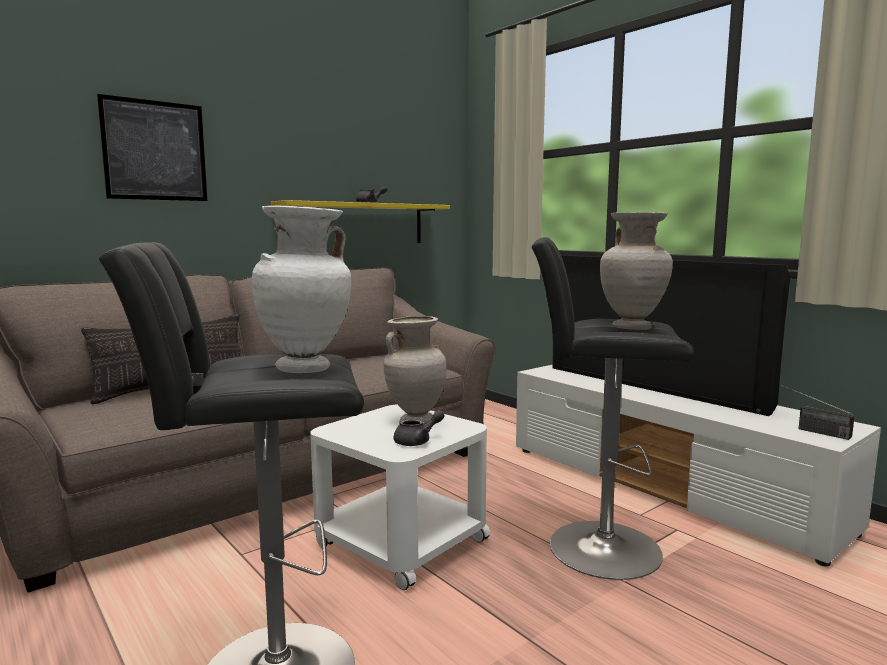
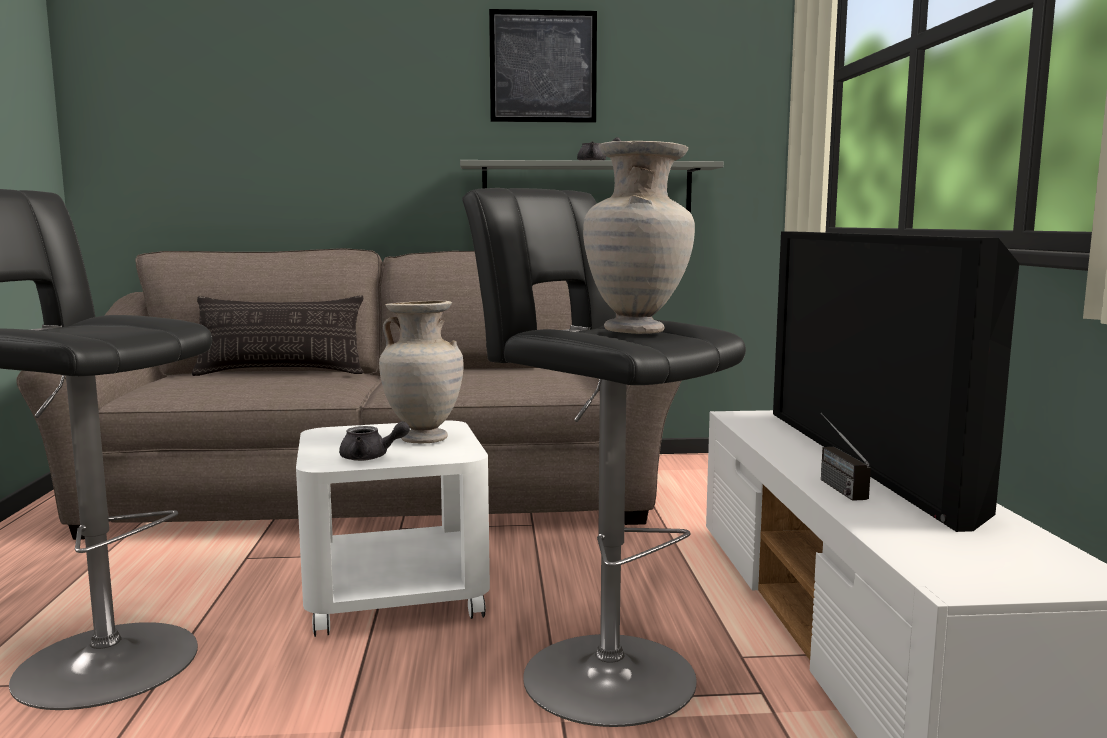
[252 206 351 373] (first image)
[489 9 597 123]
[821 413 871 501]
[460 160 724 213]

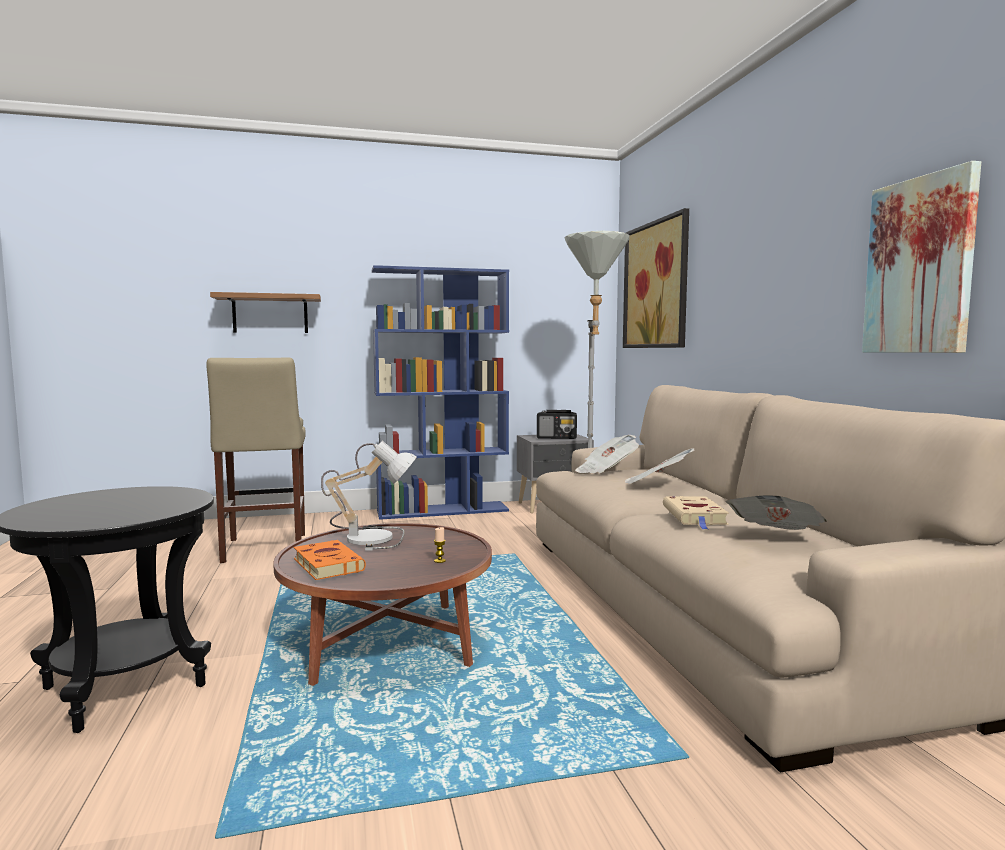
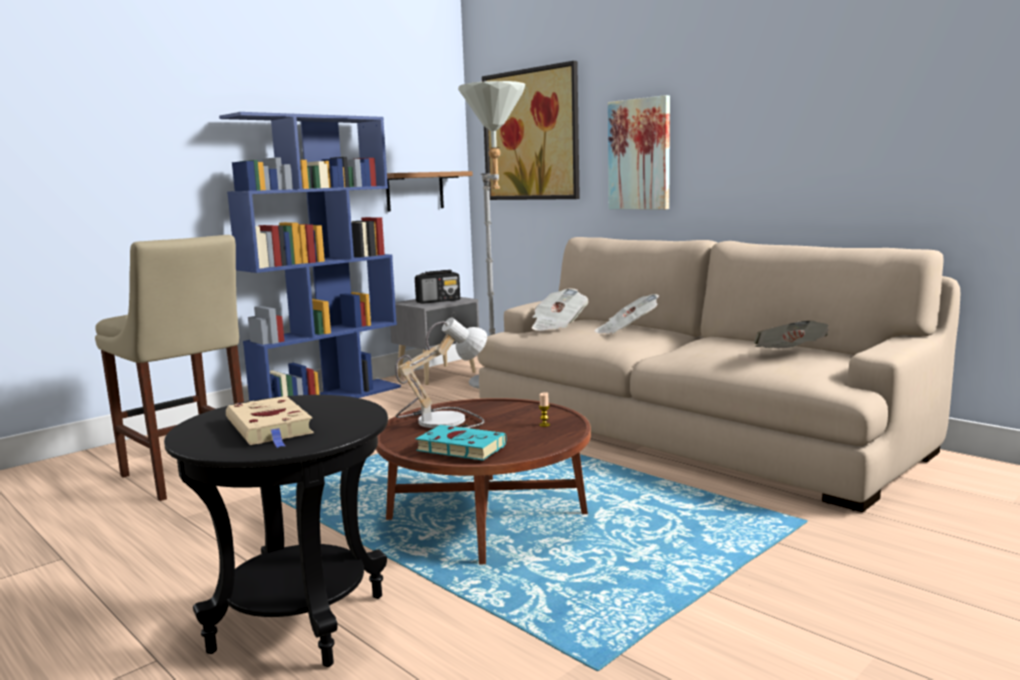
[386 171 473 212]
[226 396 314 448]
[608 95 670 209]
[415 425 506 460]

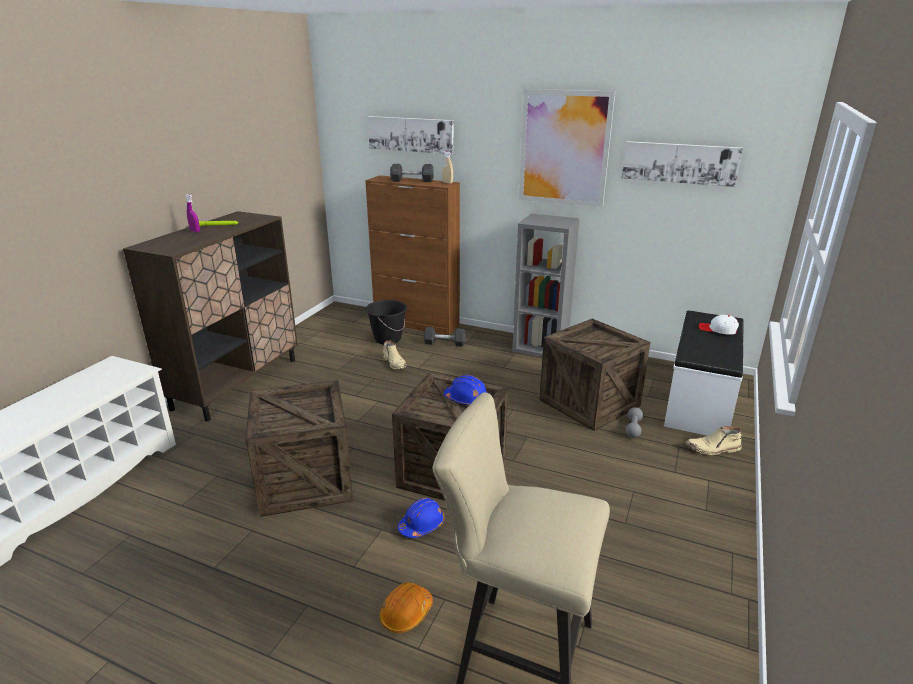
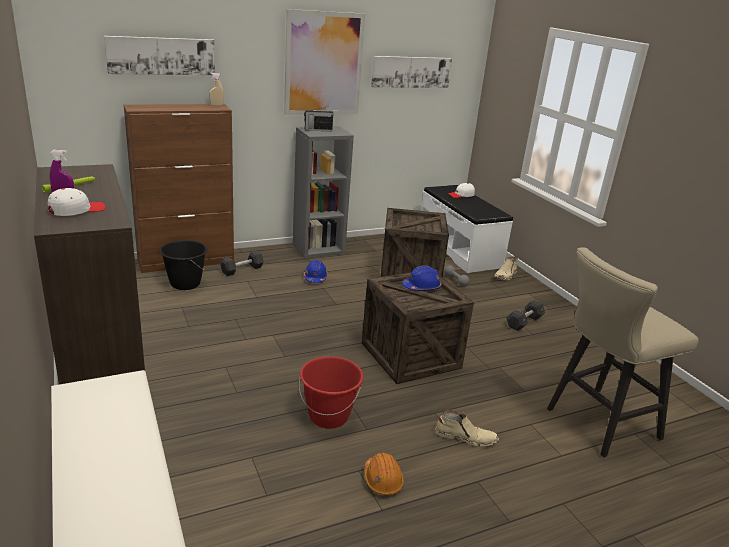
[48 188 106 216]
[304 107 333 131]
[364 453 404 495]
[435 410 499 447]
[507 300 545 331]
[304 260 328 283]
[299 356 363 429]

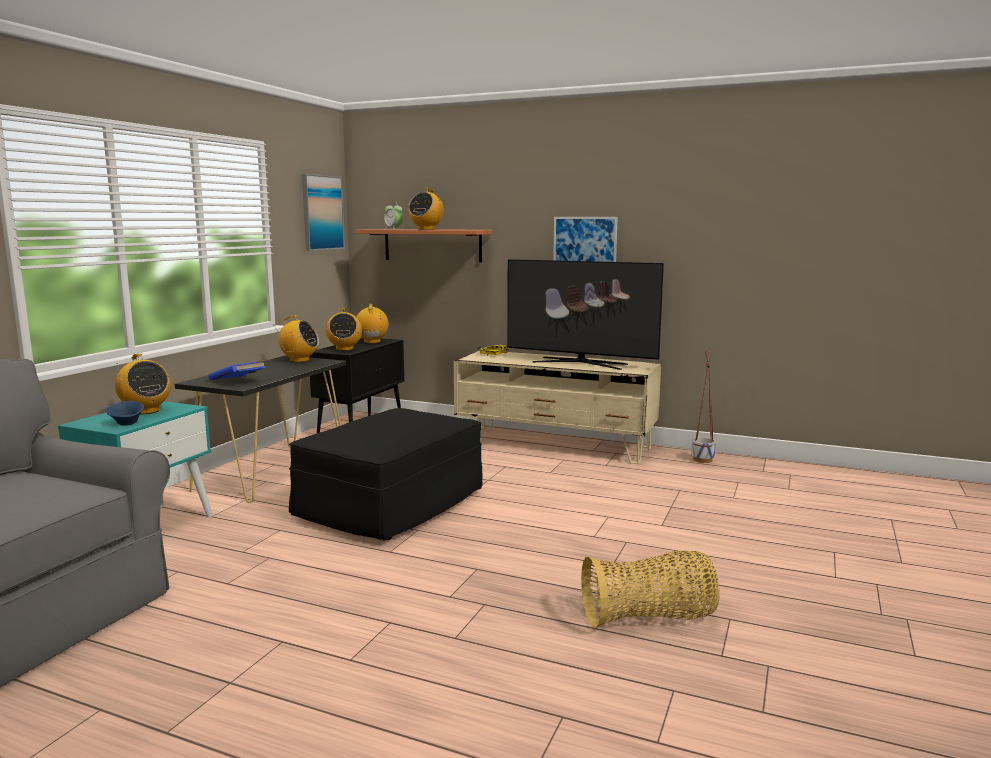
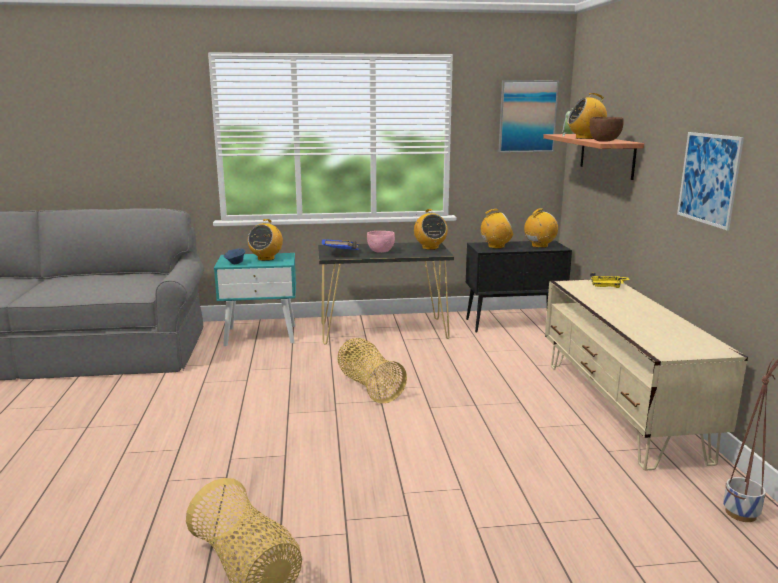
[507 259 664 370] (first image)
[367 231 395 253]
[590 117 624 142]
[338 338 407 403]
[481 209 514 249]

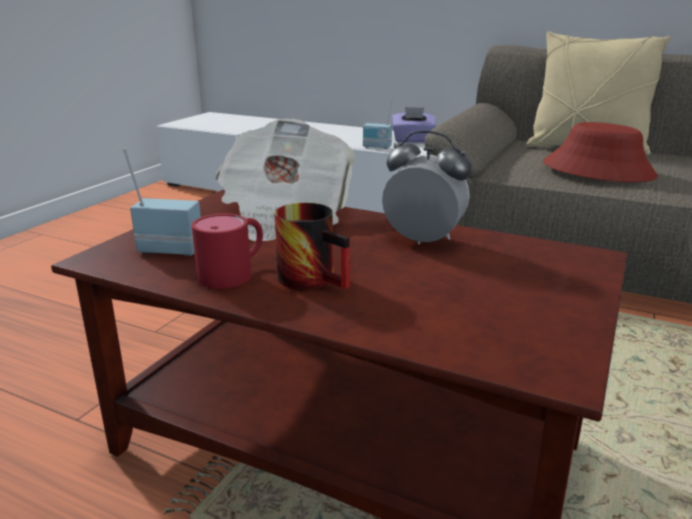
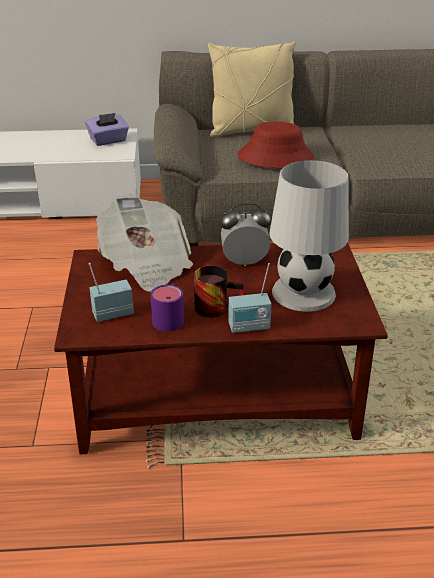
[269 160 349 312]
[228 263 272 333]
[150 283 184 331]

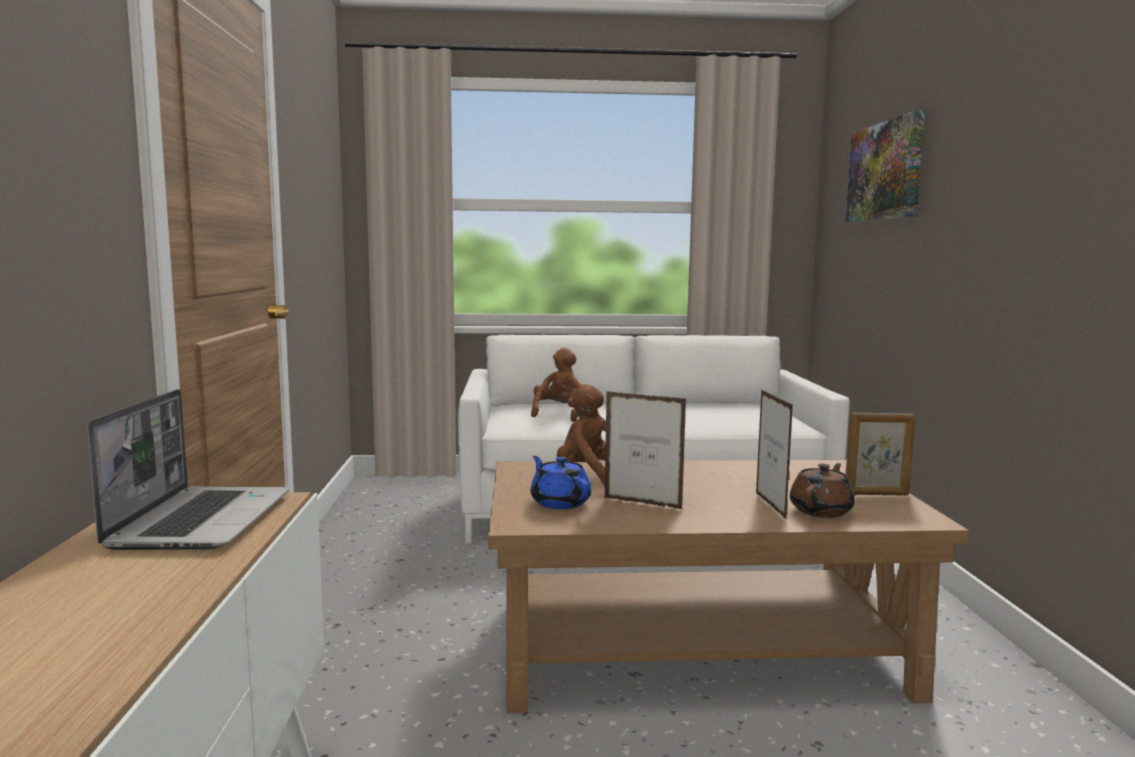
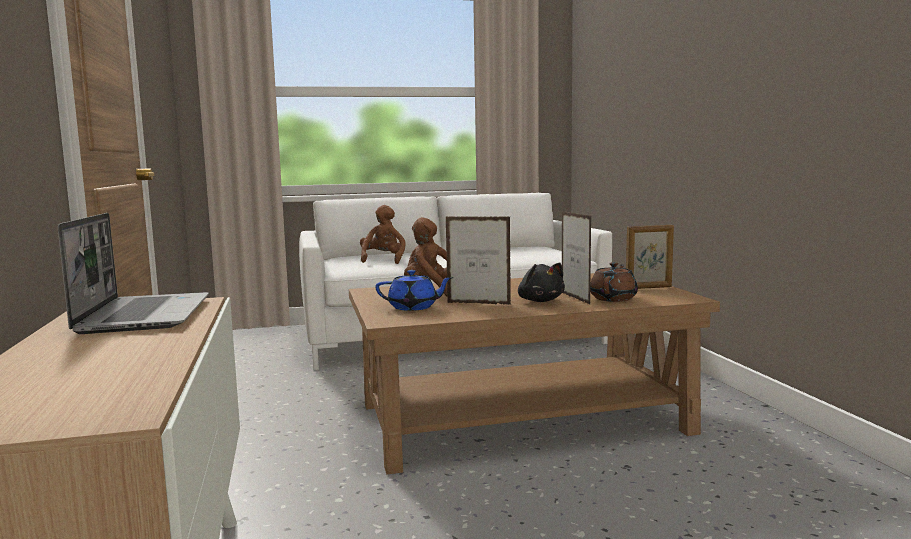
[845 110 925 222] (first image)
[518 263 565 302]
[375 270 453 311]

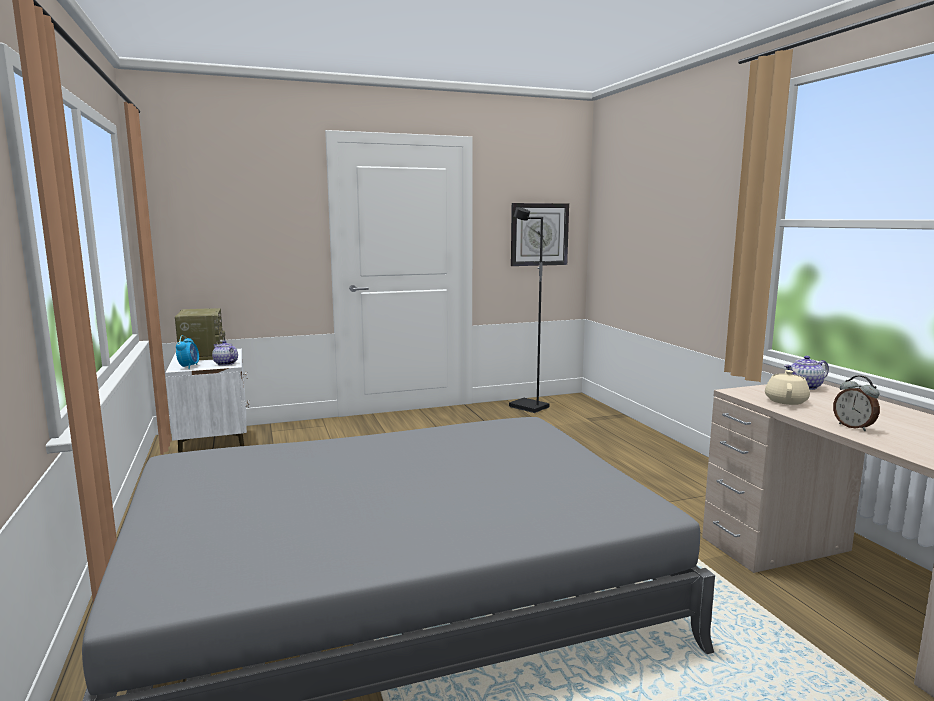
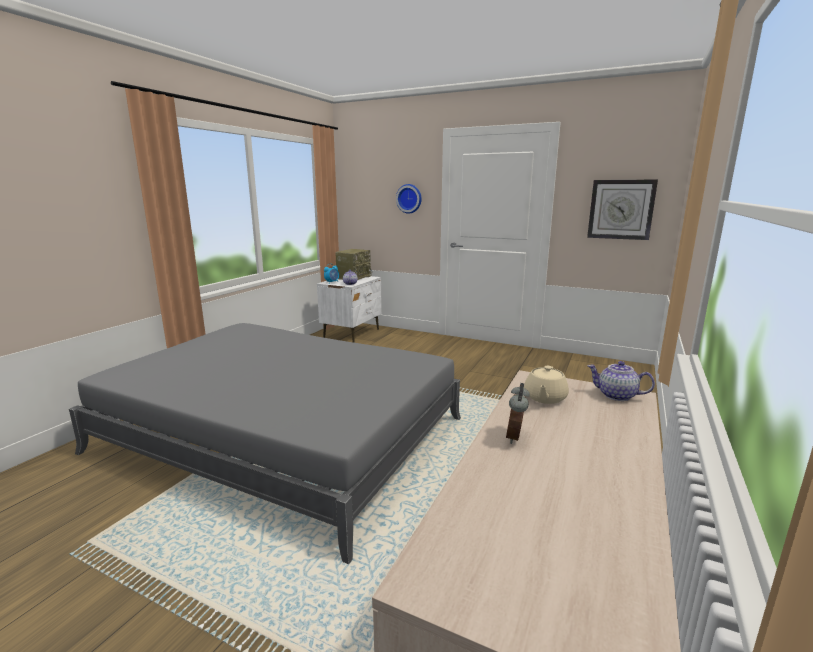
[509 207 550 413] (first image)
[396 184 422 214]
[524 366 569 404]

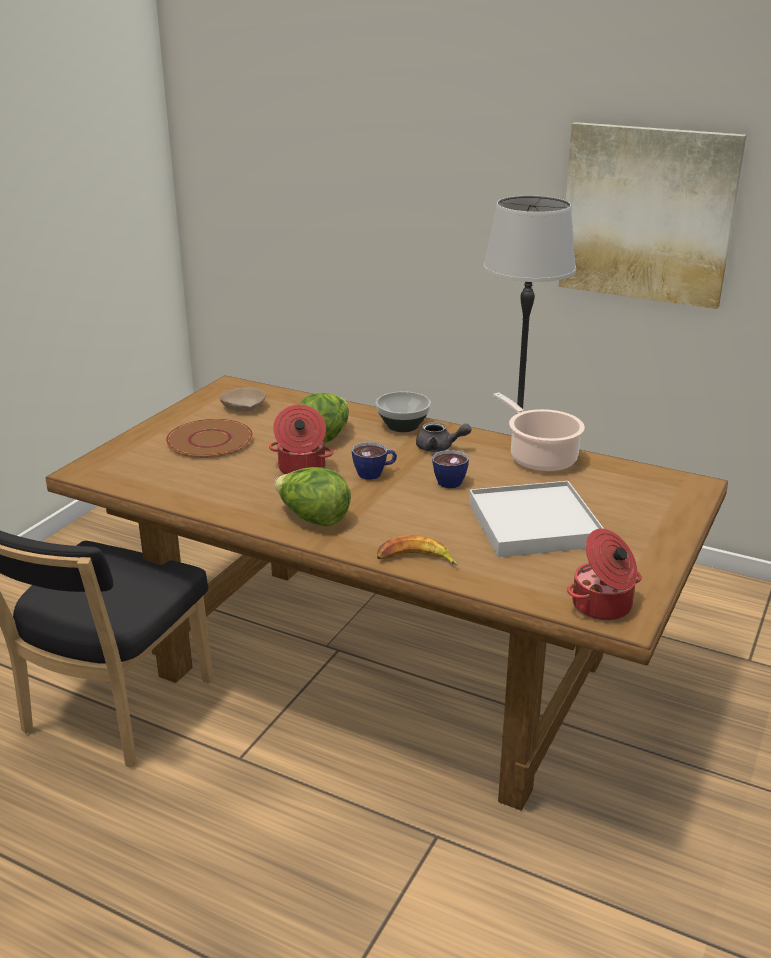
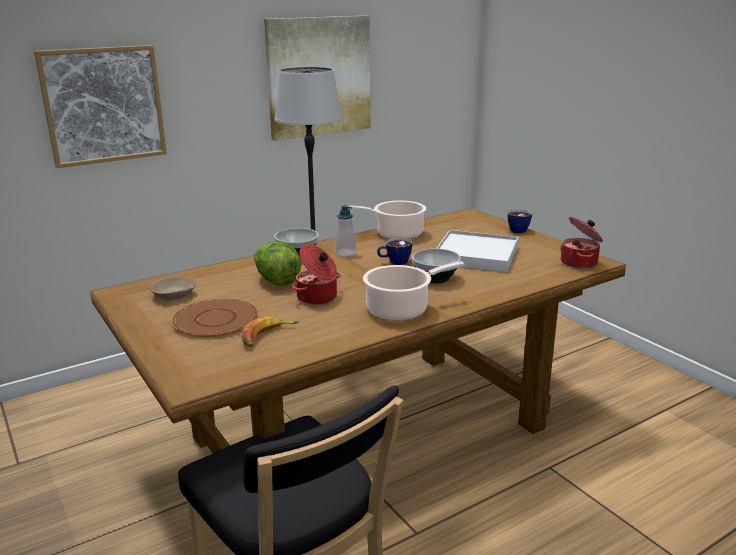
[34 45 167 168]
[412 248 461 283]
[507 210 532 233]
[242 317 299 347]
[363 261 464 321]
[335 205 356 256]

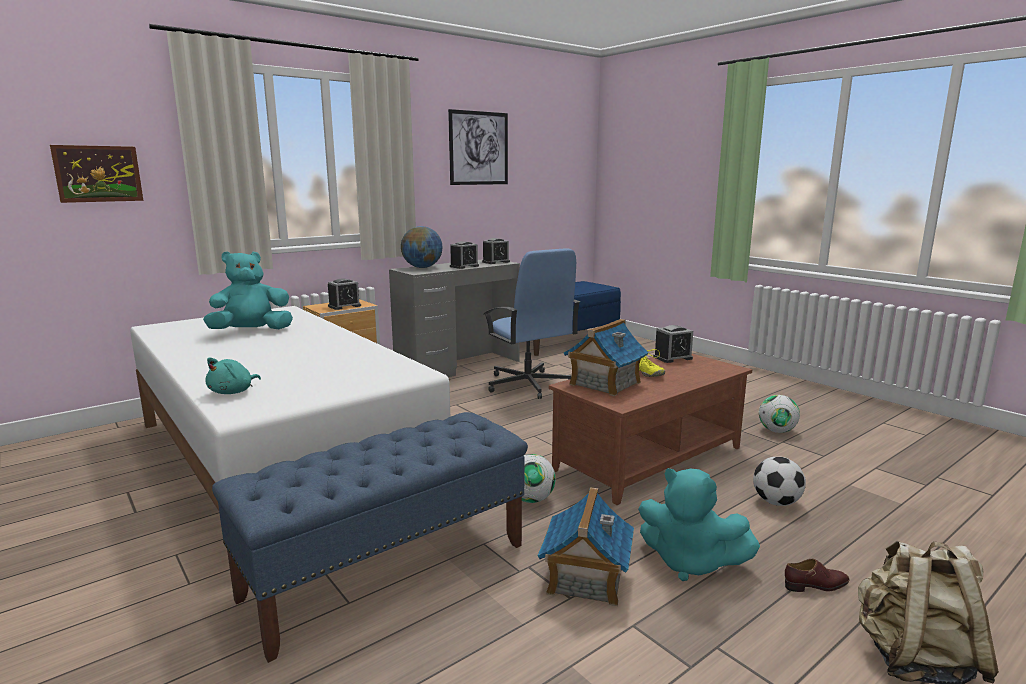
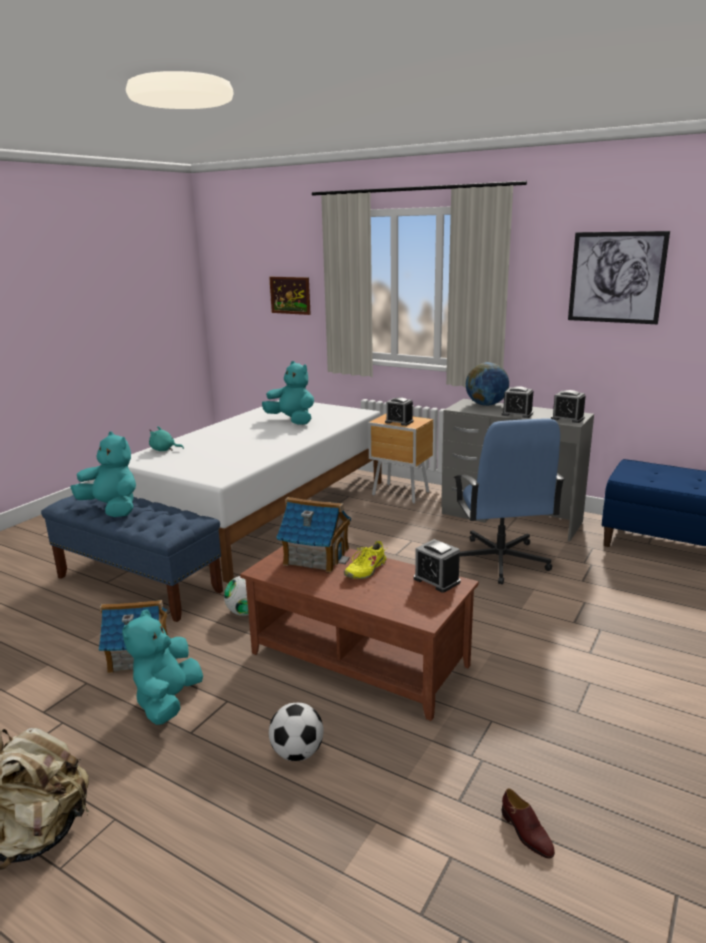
[759 395 800 433] (first image)
[70 431 136 517]
[502 788 555 859]
[454 418 565 585]

